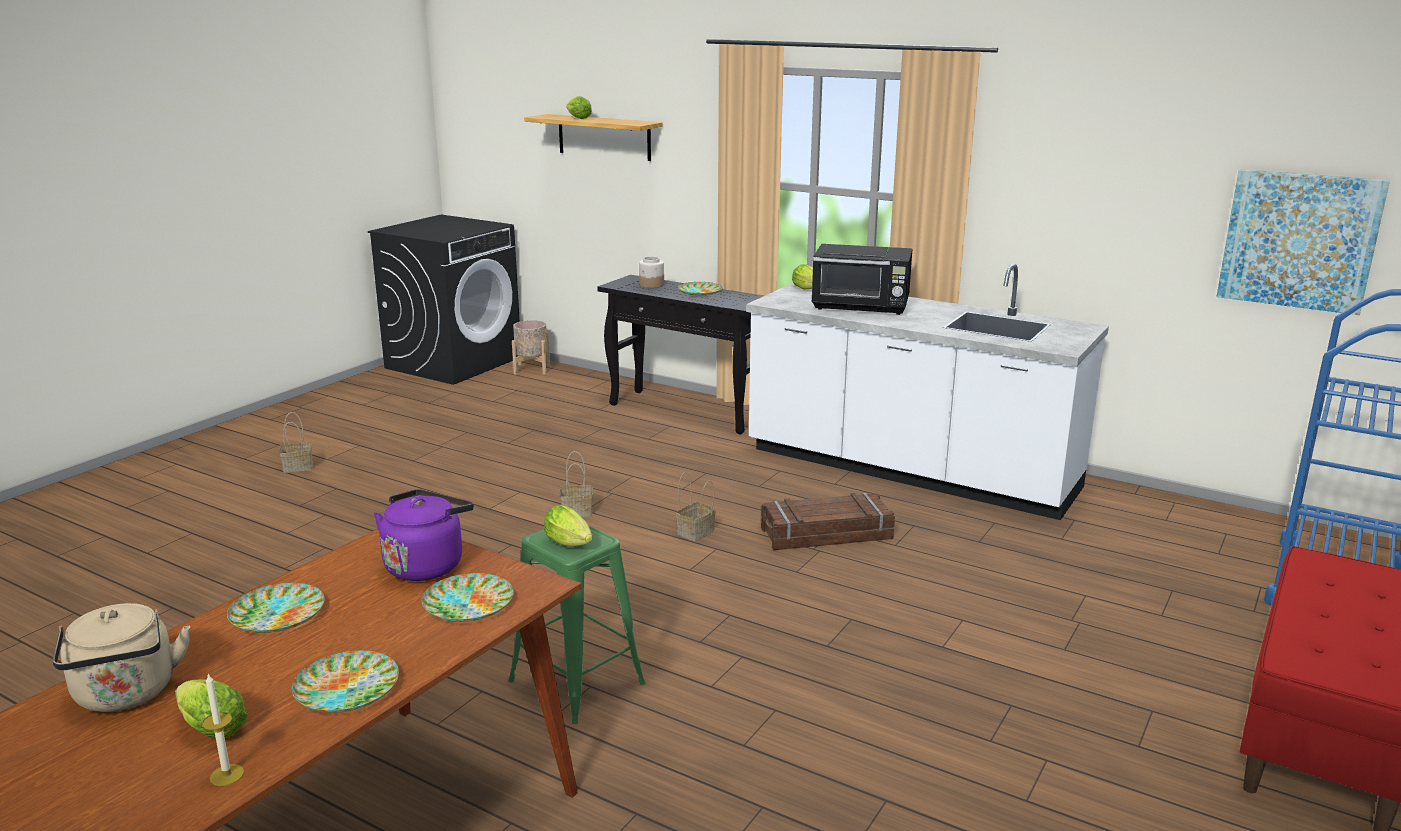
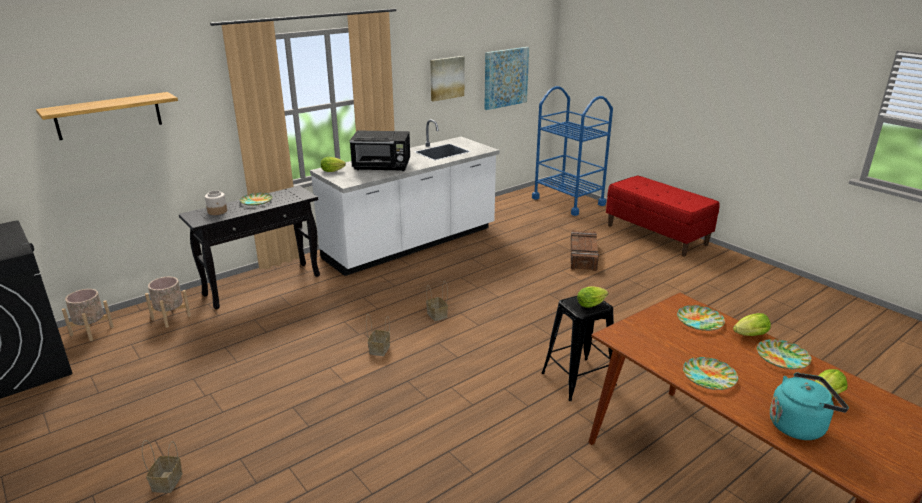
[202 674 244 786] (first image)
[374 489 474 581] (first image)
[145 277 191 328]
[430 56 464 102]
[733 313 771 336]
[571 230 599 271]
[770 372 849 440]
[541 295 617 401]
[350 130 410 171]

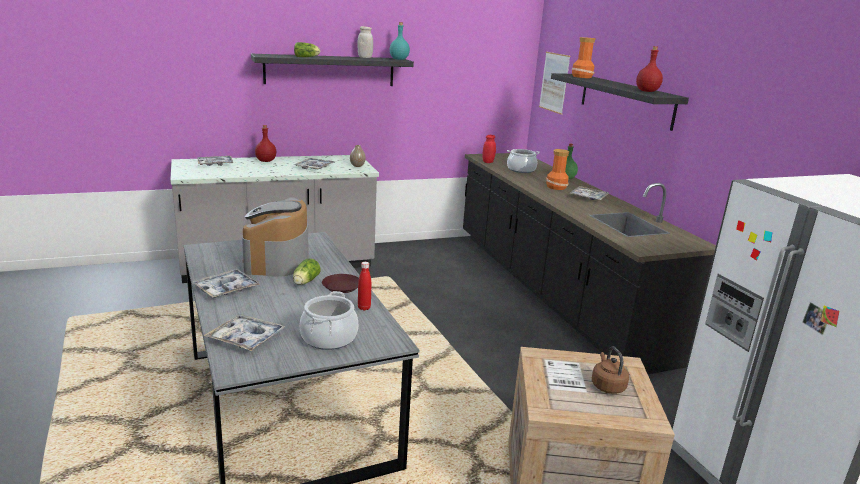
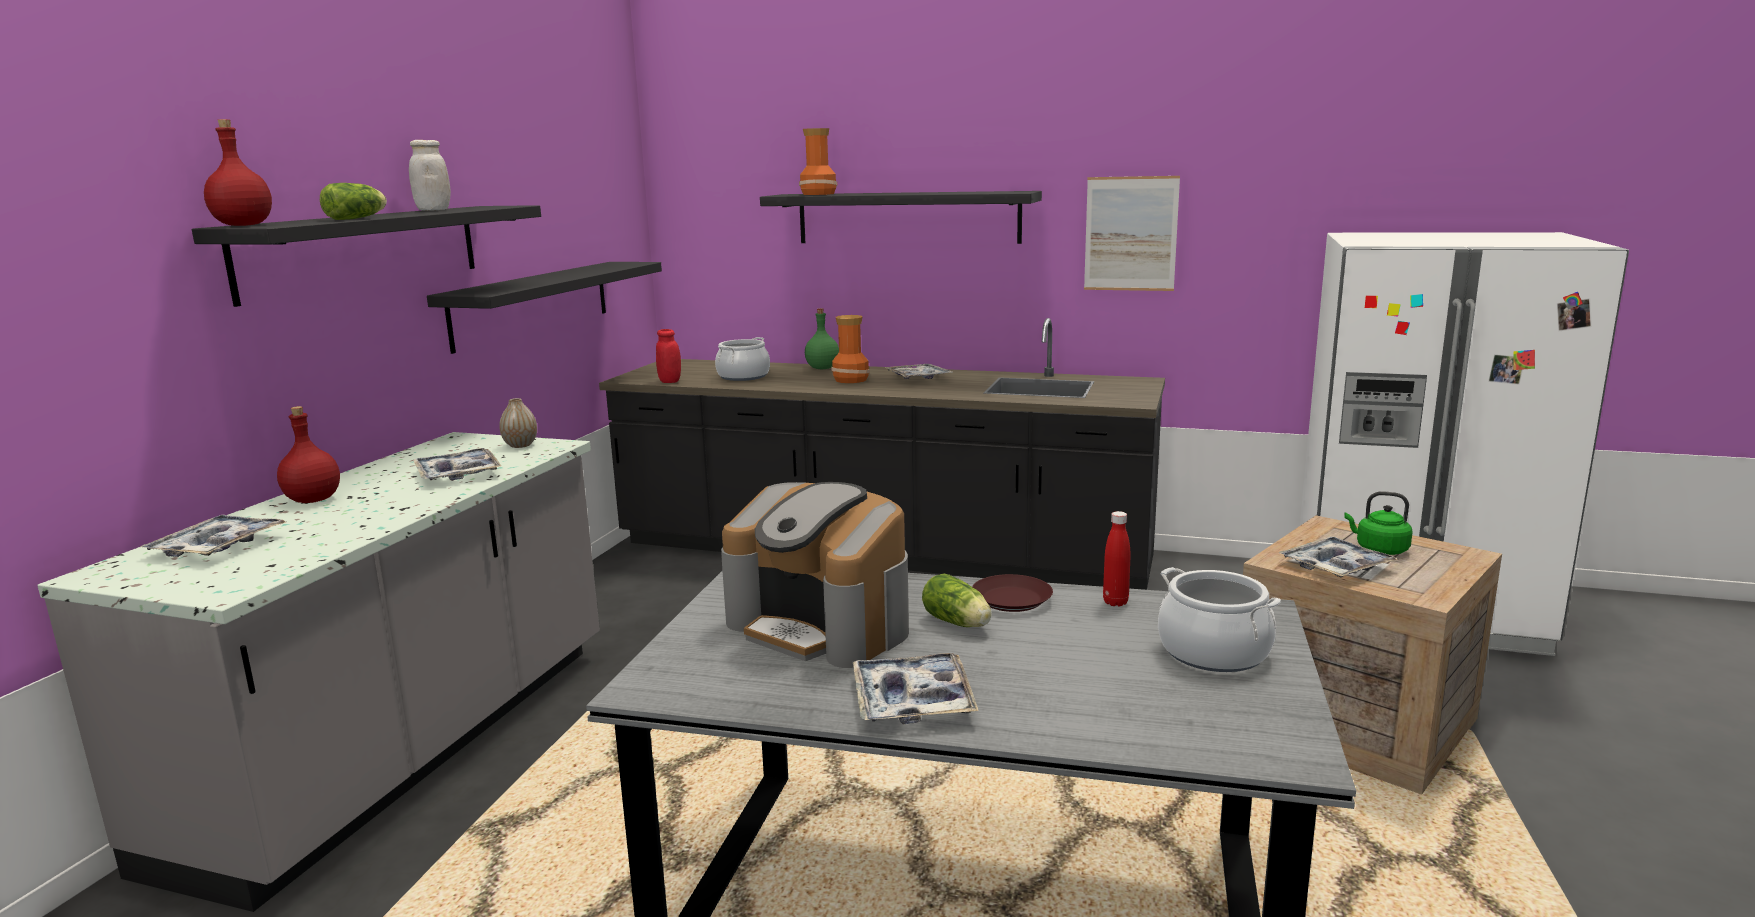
[390 22 410 60] (first image)
[427 262 662 354]
[1279 537 1398 577]
[1084 176 1180 291]
[204 119 272 226]
[1344 492 1413 555]

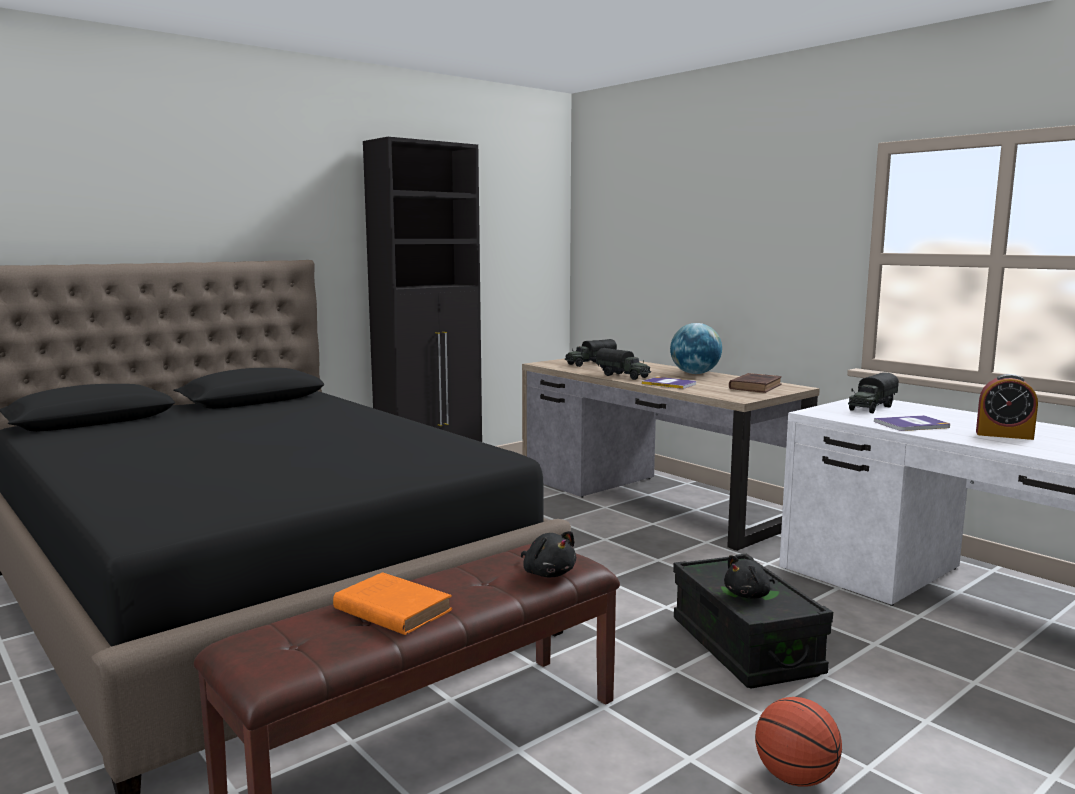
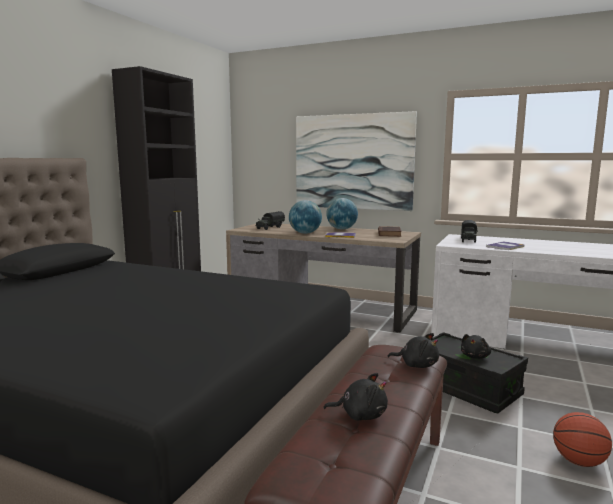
[976 374 1038 440] (first image)
[296 111 417 211]
[323 373 388 421]
[289 200 322 234]

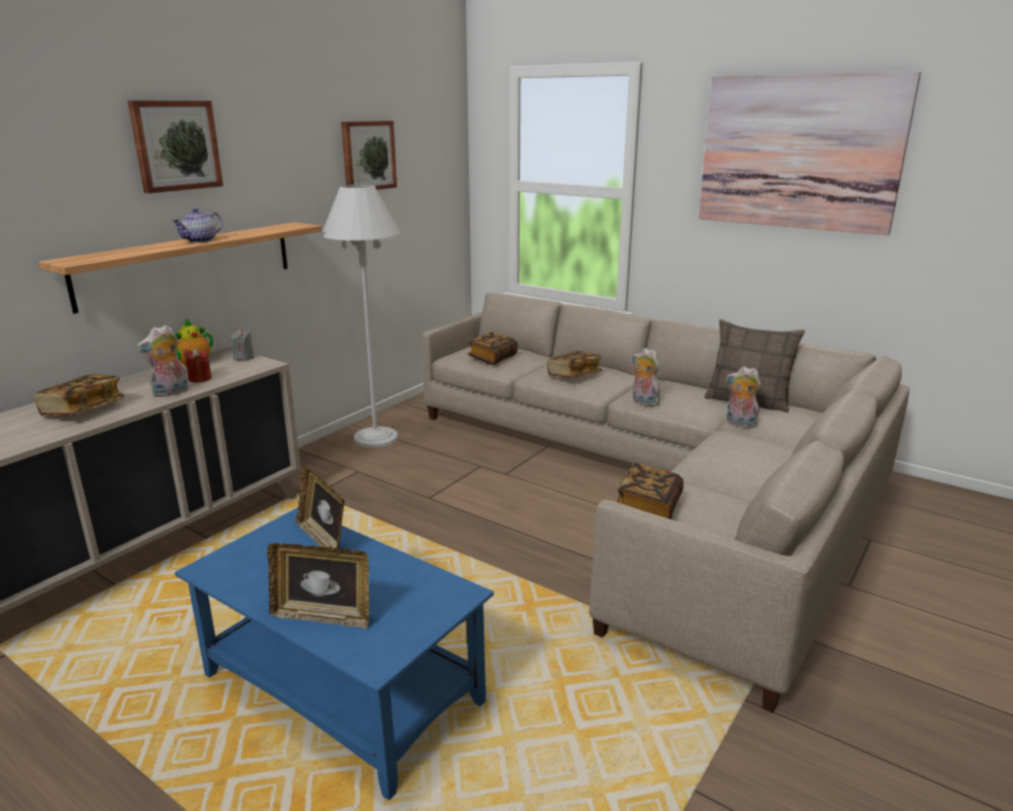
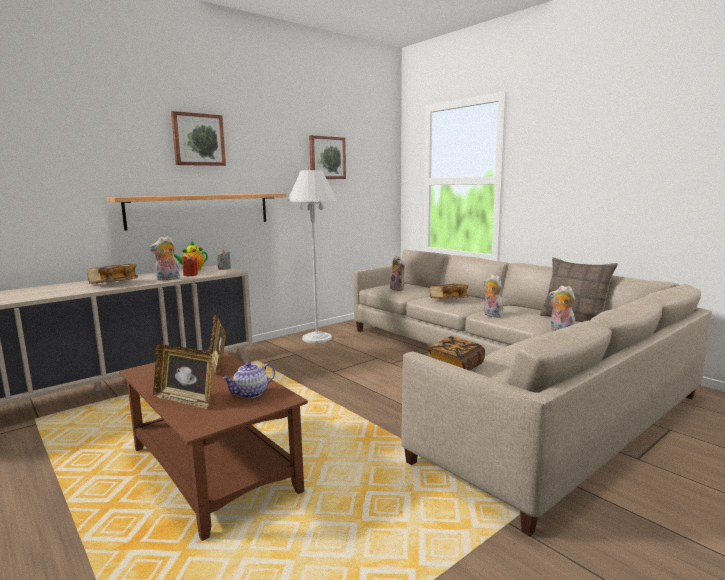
[699 71 921 235] (first image)
[223 362 275 399]
[390 256 405 291]
[119 350 308 541]

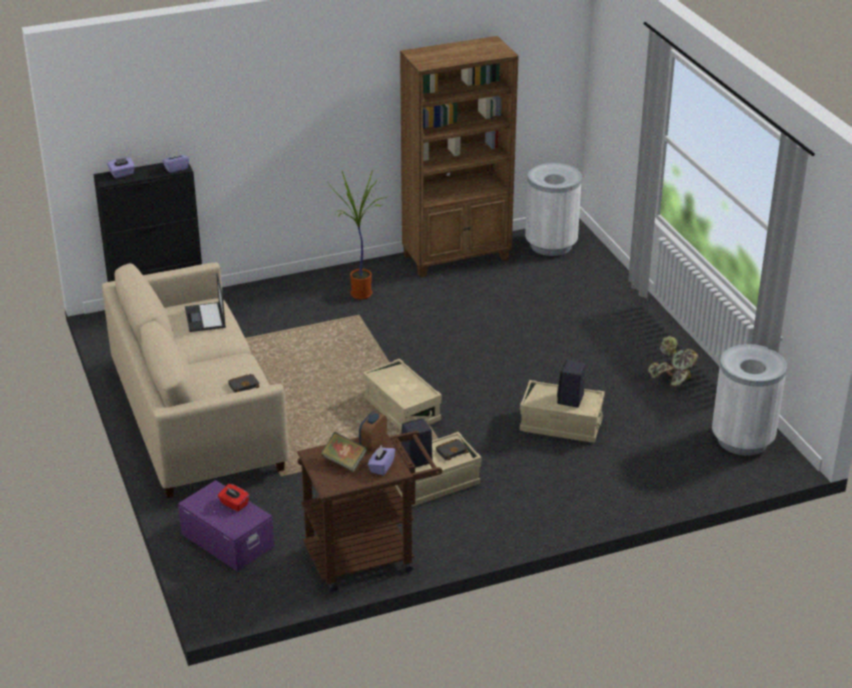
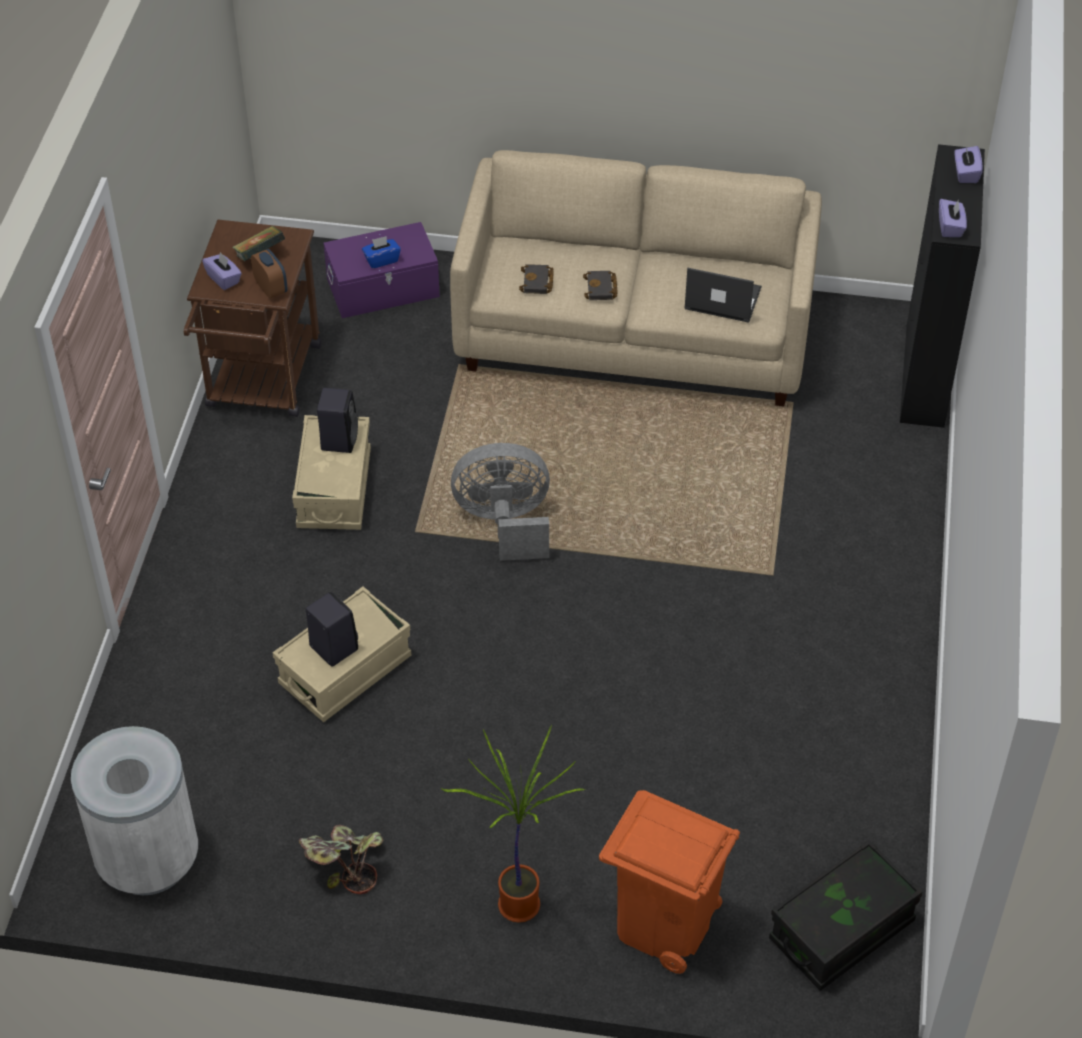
[400 36 519 277] (first image)
[599 790 740 974]
[441 724 585 922]
[583 271 618 300]
[451 443 550 561]
[769 840 923 991]
[362 236 401 269]

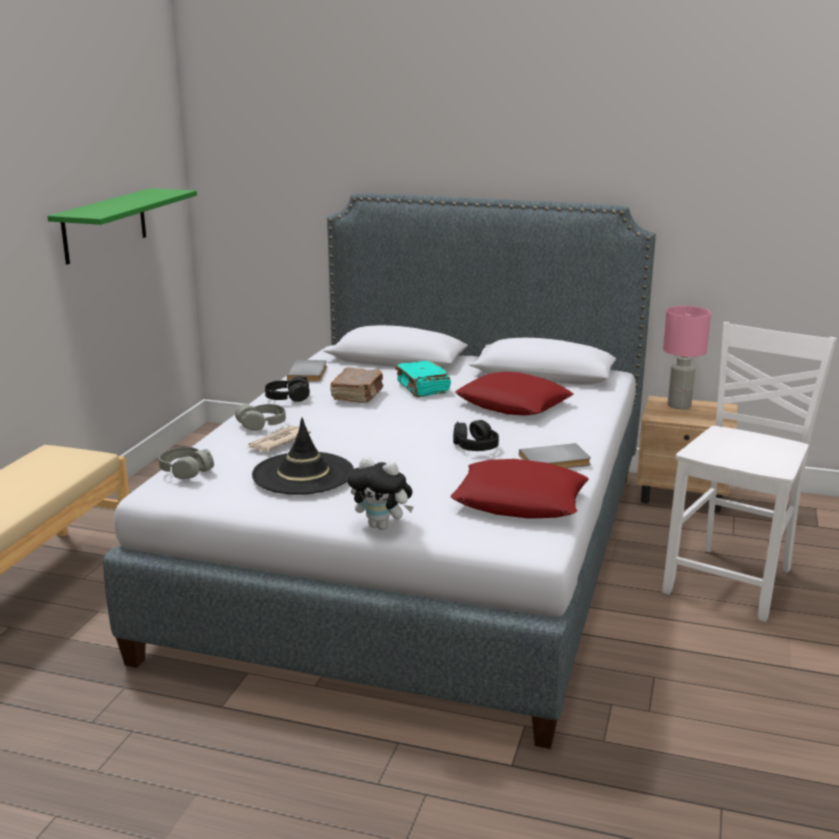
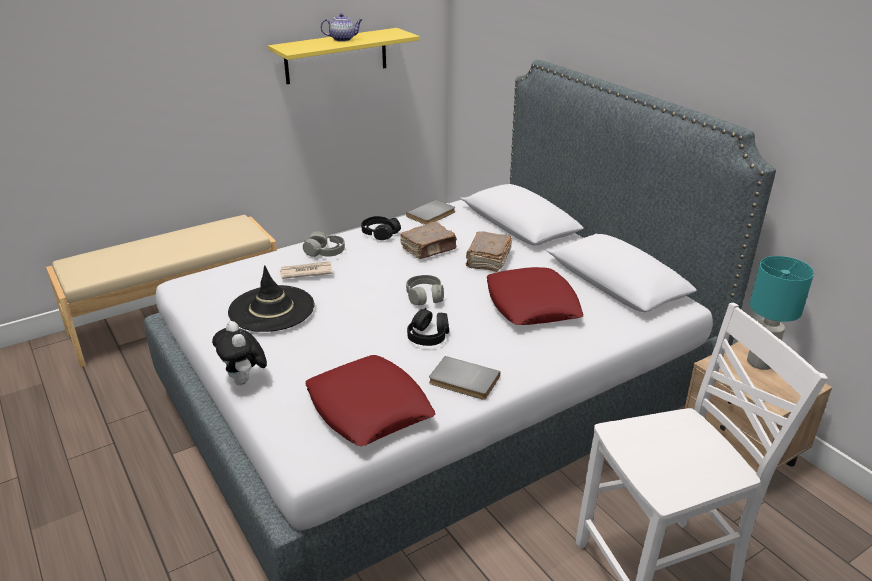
[320 13 363 42]
[406 275 444 305]
[268 28 420 84]
[466 231 512 272]
[747 256 814 370]

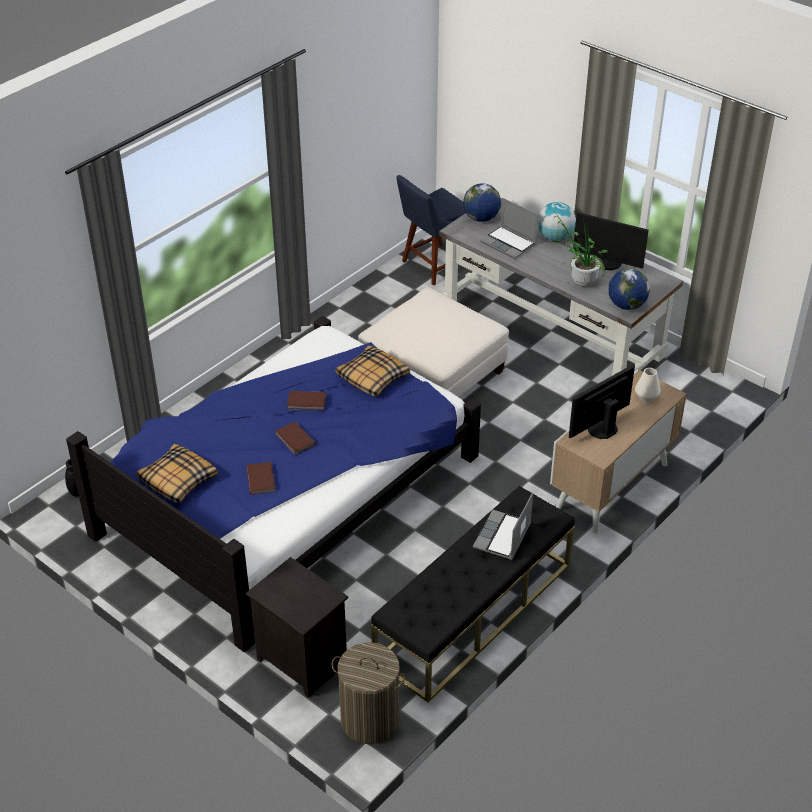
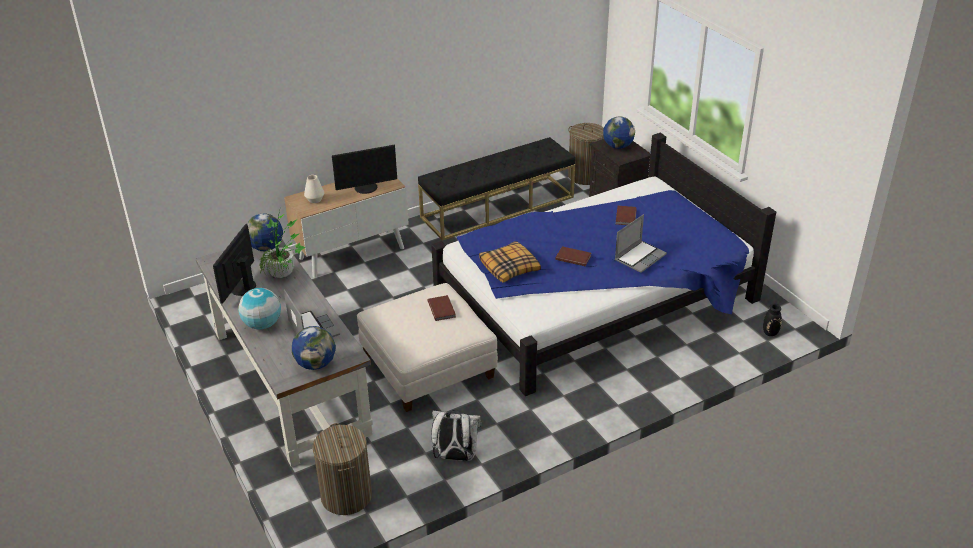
[136 444 218 503] (first image)
[431 410 481 461]
[603 116 635 149]
[428 295 456 321]
[615 214 667 273]
[313 423 372 515]
[213 224 256 304]

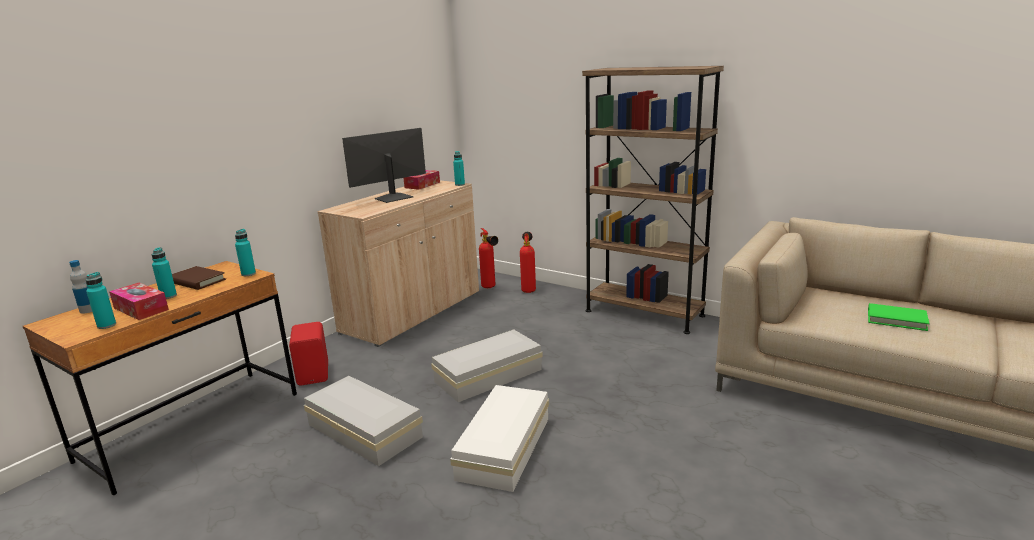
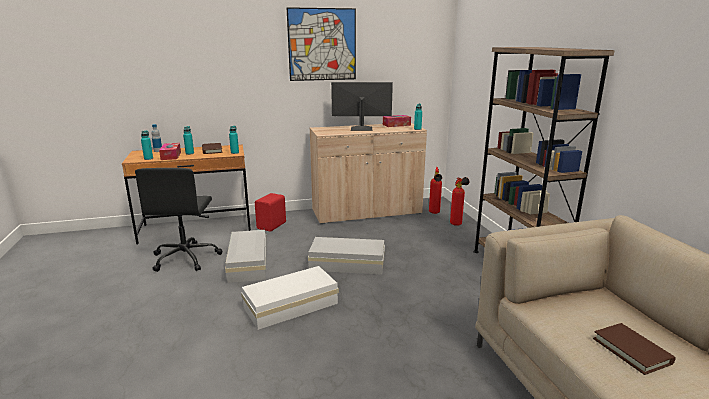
[135 168 222 272]
[287 7 356 81]
[593 323 676 375]

